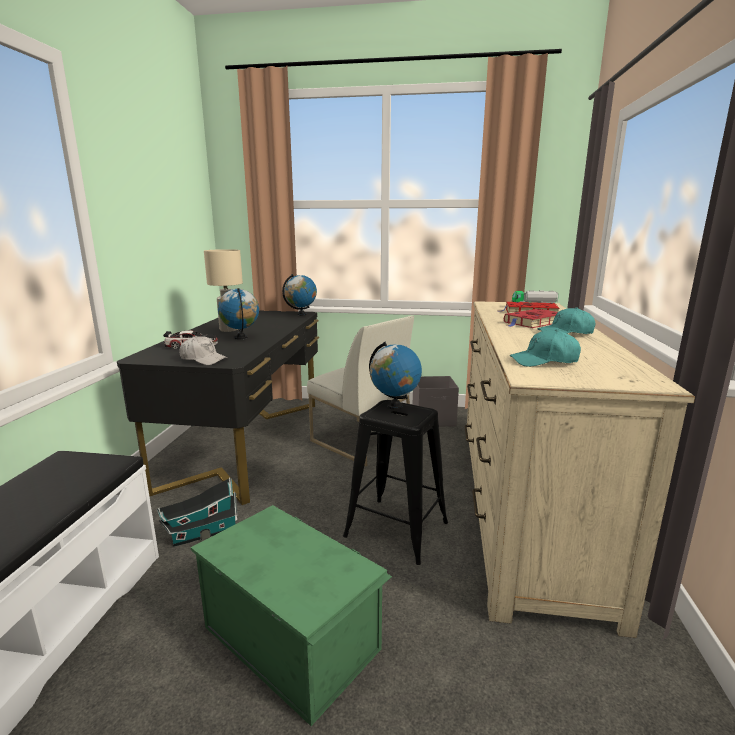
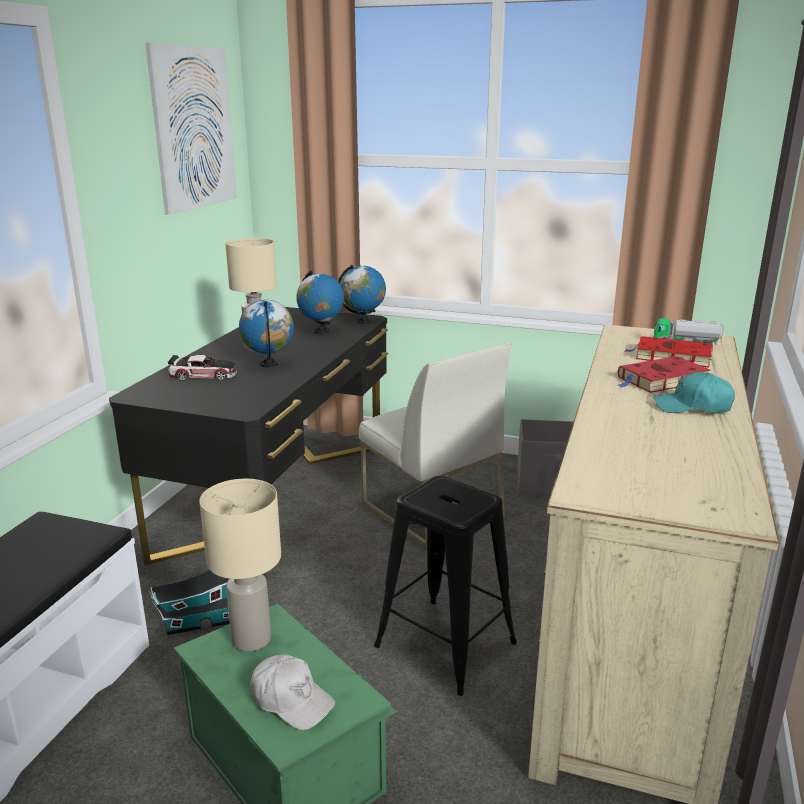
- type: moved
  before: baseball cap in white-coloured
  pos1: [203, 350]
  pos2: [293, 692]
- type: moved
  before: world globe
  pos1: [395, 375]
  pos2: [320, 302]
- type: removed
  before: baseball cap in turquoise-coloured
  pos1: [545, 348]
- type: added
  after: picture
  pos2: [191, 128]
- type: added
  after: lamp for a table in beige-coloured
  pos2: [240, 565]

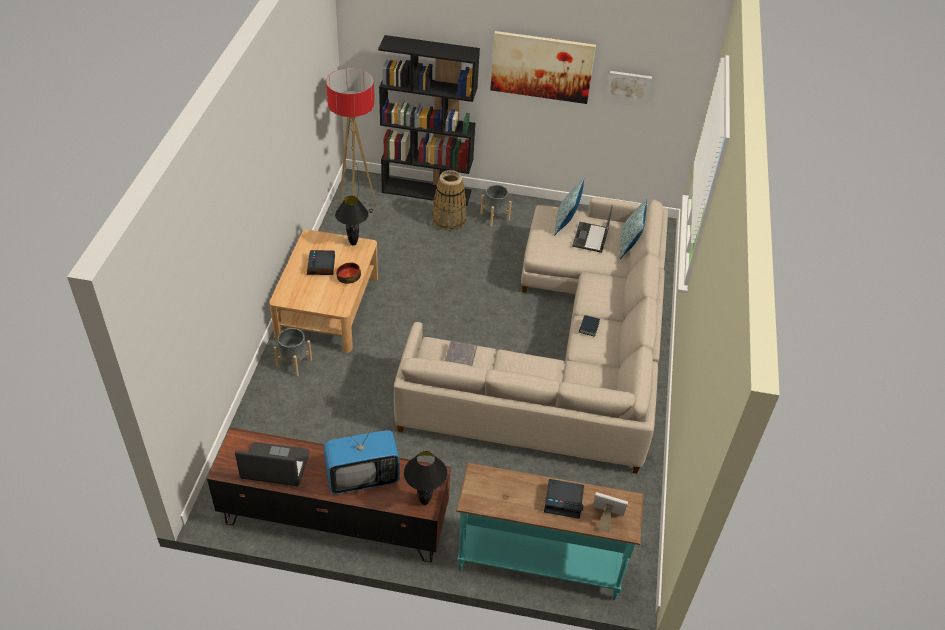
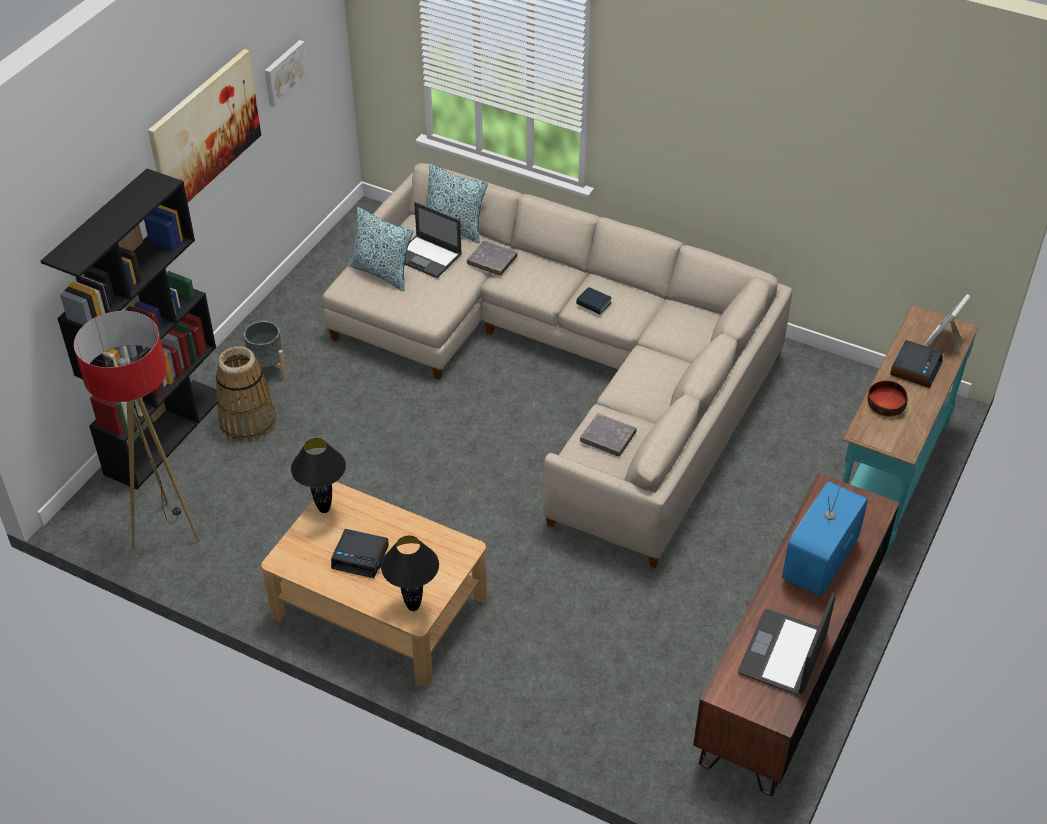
- type: removed
  before: plant pot in greyish
  pos1: [293, 352]
- type: turned
  before: television
  pos1: [362, 458]
  pos2: [825, 533]
  turn: -150
- type: moved
  before: serving bowl
  pos1: [348, 273]
  pos2: [887, 398]
- type: moved
  before: lamp for a table in black
  pos1: [425, 478]
  pos2: [410, 573]
- type: added
  after: bound book in greyish
  pos2: [492, 258]

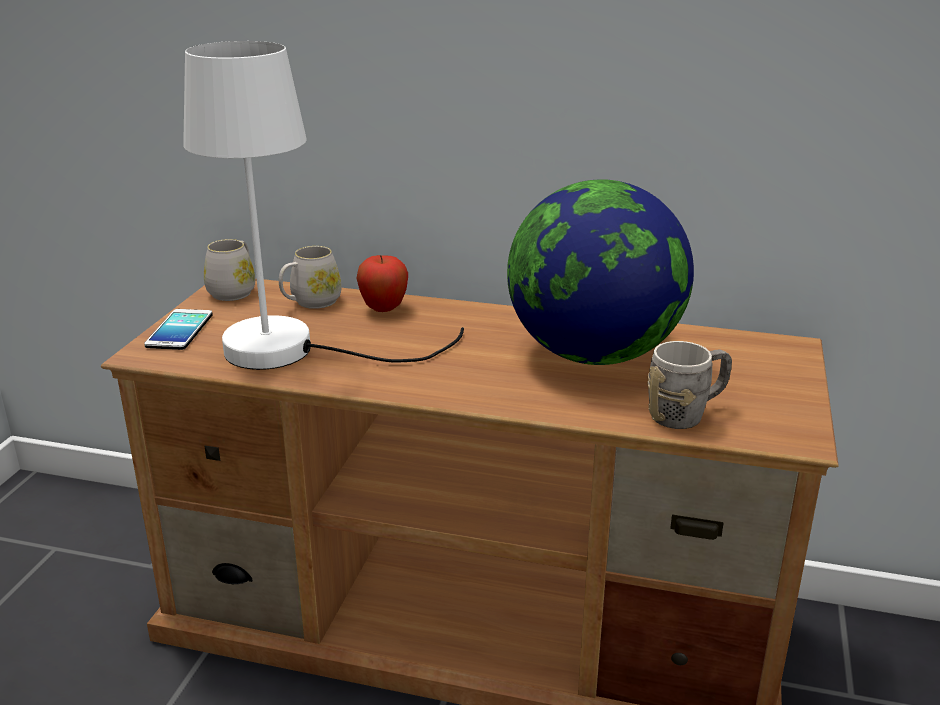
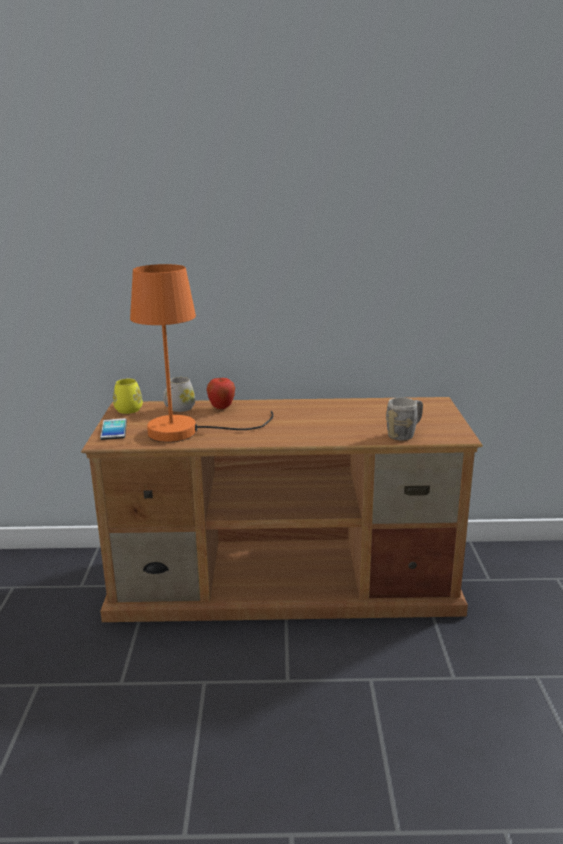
- type: recoloured
  before: lamp for a table in white-coloured
  after: lamp for a table in orange-coloured
  pos1: [323, 205]
  pos2: [201, 353]
- type: recoloured
  before: mug in white-coloured
  after: mug in yellow
  pos1: [229, 270]
  pos2: [128, 396]
- type: removed
  before: world globe
  pos1: [600, 272]

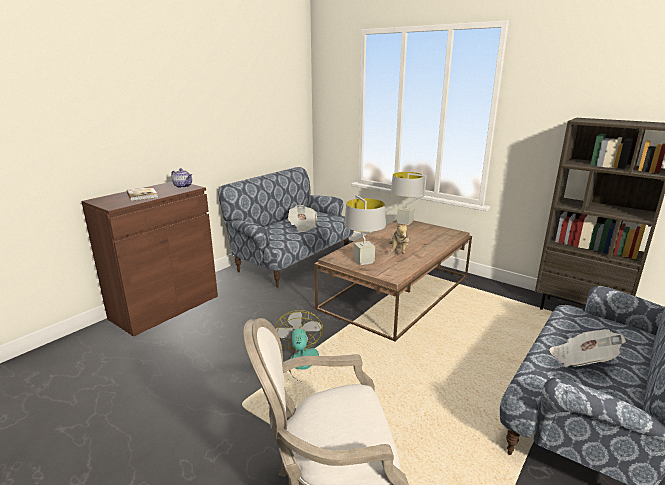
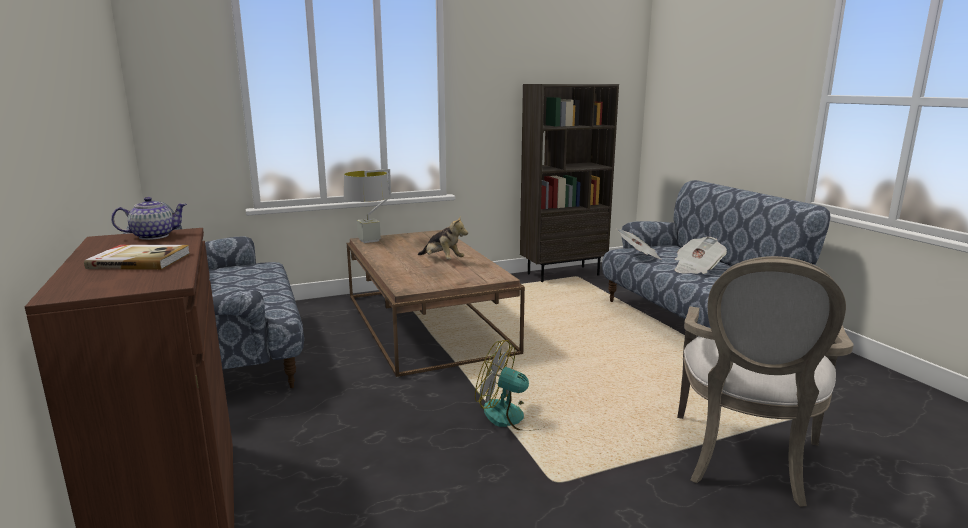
- type: moved
  before: daily paper
  pos1: [302, 218]
  pos2: [638, 244]
- type: removed
  before: lamp for a table in greyish
  pos1: [365, 230]

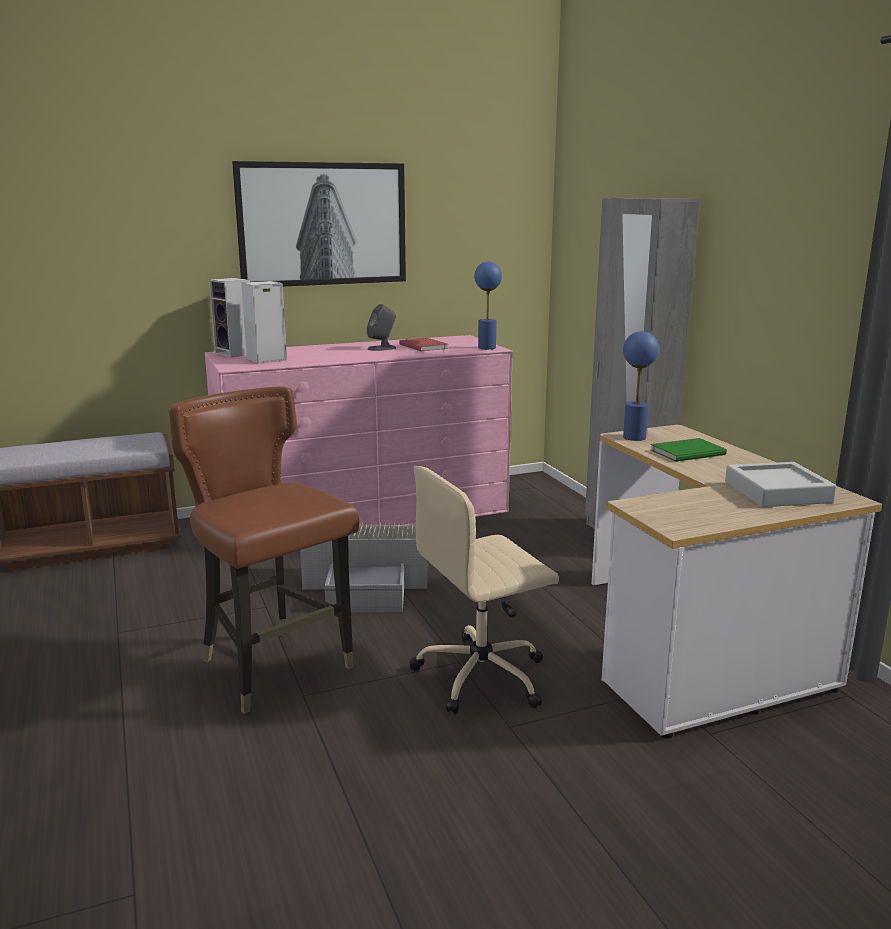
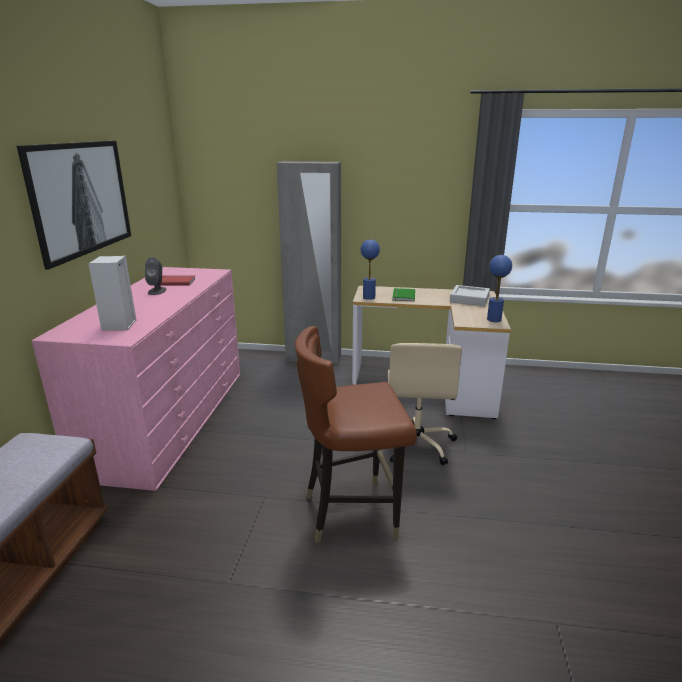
- type: removed
  before: speaker
  pos1: [229, 318]
- type: removed
  before: storage container in greyish
  pos1: [363, 567]
- type: moved
  before: lamp for a table in blue-coloured
  pos1: [488, 305]
  pos2: [499, 288]

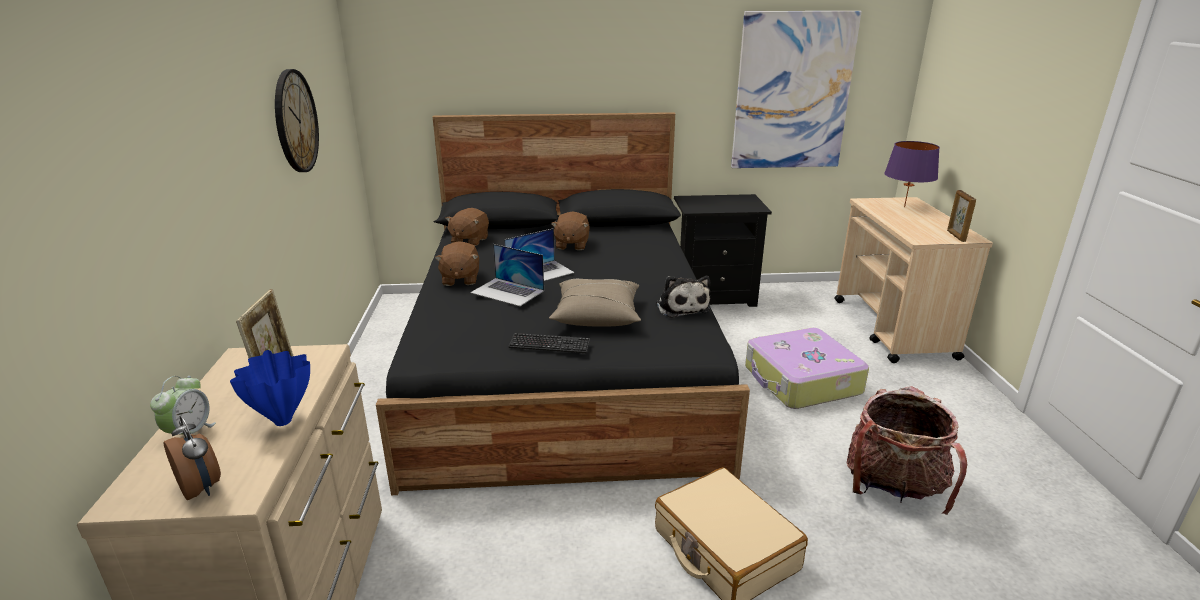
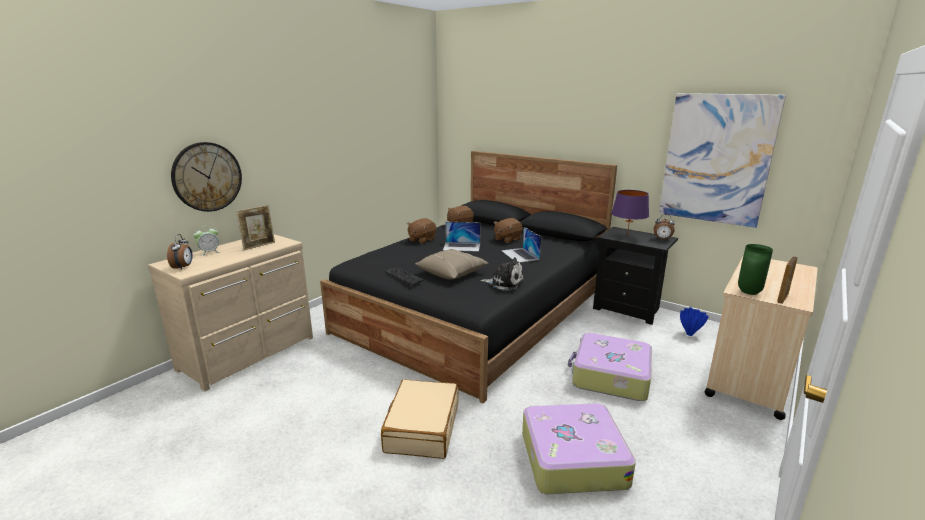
- type: moved
  before: decorative vase in blue-coloured
  pos1: [270, 388]
  pos2: [694, 321]
- type: moved
  before: clock on the wall
  pos1: [297, 120]
  pos2: [206, 177]
- type: moved
  before: portable computer
  pos1: [507, 275]
  pos2: [521, 245]
- type: turned
  before: plush toy
  pos1: [683, 297]
  pos2: [502, 274]
  turn: -90
- type: replaced
  before: rucksack
  after: travel case
  pos1: [907, 450]
  pos2: [579, 448]
- type: moved
  before: lamp for a table in purple-coloured
  pos1: [912, 174]
  pos2: [630, 213]
- type: added
  after: bedside clock
  pos2: [664, 227]
- type: added
  after: decorative vase in green-coloured
  pos2: [755, 269]

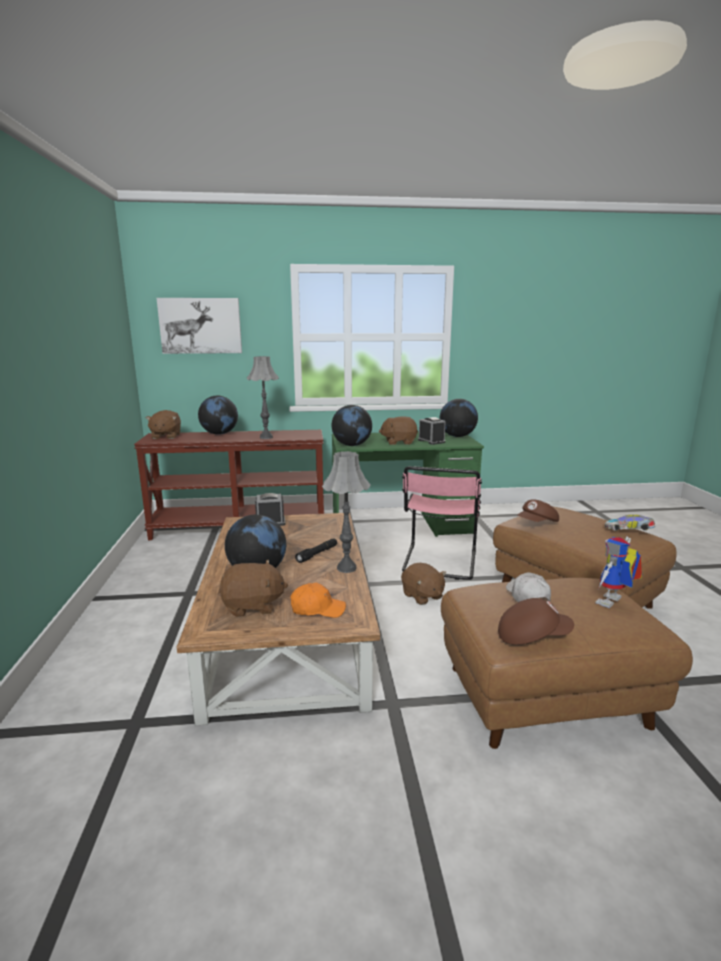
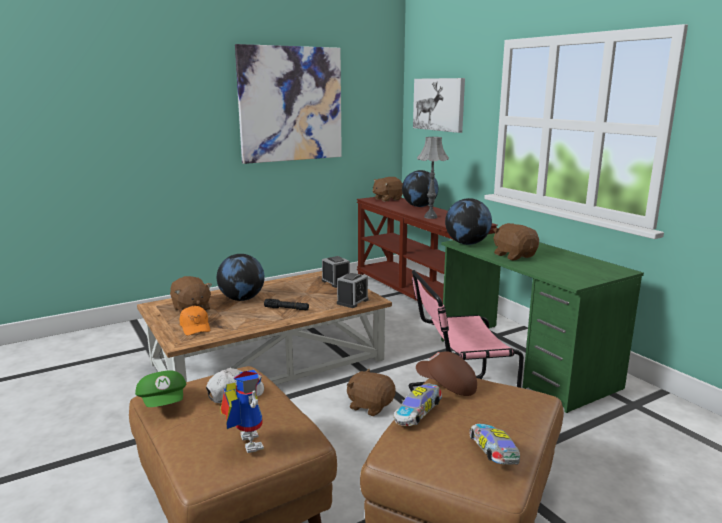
- type: removed
  before: lamp for a table in greyish
  pos1: [346, 512]
- type: turned
  before: plush toy in brown
  pos1: [423, 584]
  pos2: [371, 392]
  turn: 90
- type: moved
  before: bedside clock
  pos1: [432, 431]
  pos2: [352, 290]
- type: removed
  before: world globe
  pos1: [458, 418]
- type: recoloured
  before: baseball cap in brown
  after: baseball cap in green-coloured
  pos1: [536, 621]
  pos2: [160, 388]
- type: turned
  before: model robot
  pos1: [619, 572]
  pos2: [242, 411]
  turn: 45
- type: added
  after: picture
  pos2: [288, 104]
- type: added
  after: model car
  pos2: [418, 404]

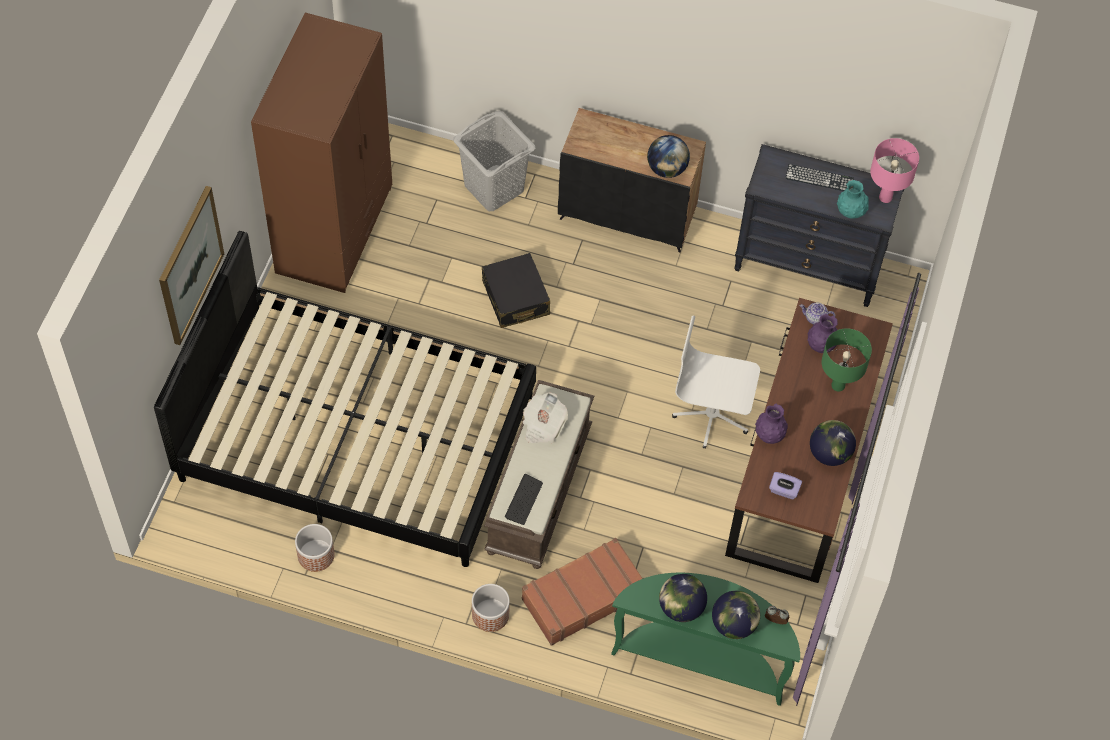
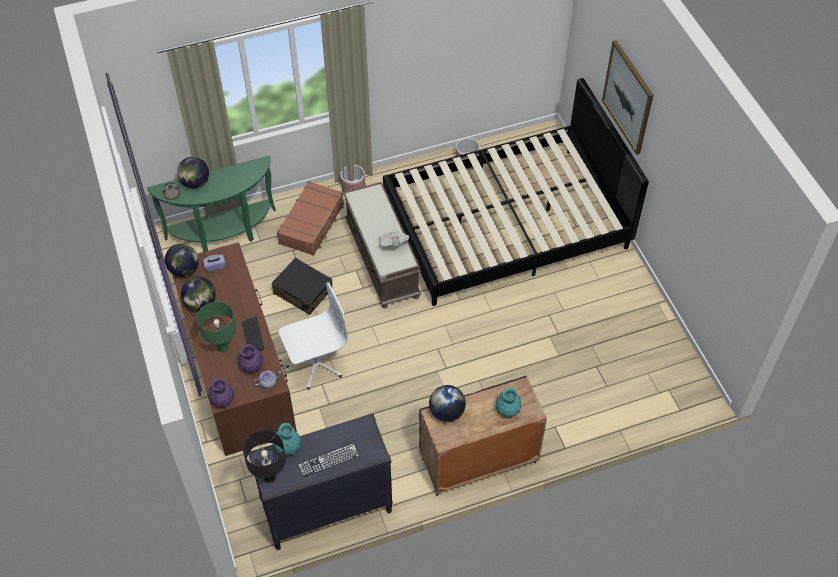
- type: removed
  before: clothes cupboard in brown
  pos1: [321, 153]
- type: removed
  before: washing basket in greyish
  pos1: [494, 161]
- type: moved
  before: travel case in black
  pos1: [516, 290]
  pos2: [302, 286]
- type: moved
  before: computer keyboard
  pos1: [524, 499]
  pos2: [253, 334]
- type: moved
  before: world globe
  pos1: [683, 598]
  pos2: [182, 260]
- type: moved
  before: decorative vase in purple-coloured
  pos1: [771, 424]
  pos2: [221, 392]
- type: recoloured
  before: lamp for a table in pink
  after: lamp for a table in black
  pos1: [894, 170]
  pos2: [264, 456]
- type: added
  after: decorative vase in turquoise-coloured
  pos2: [509, 402]

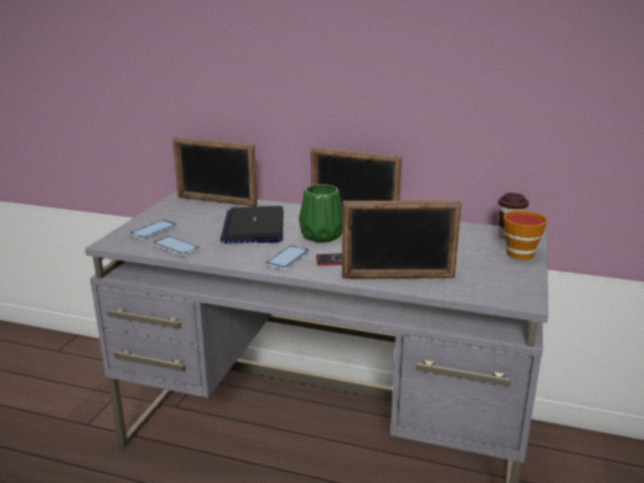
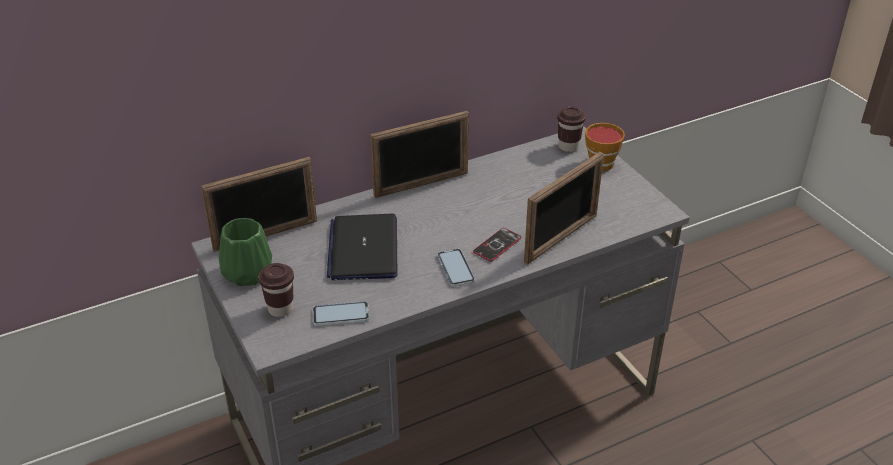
- type: replaced
  before: telephone
  after: drinking cup in brown
  pos1: [153, 229]
  pos2: [276, 290]
- type: turned
  before: portable computer
  pos1: [251, 225]
  pos2: [362, 247]
  turn: 45
- type: moved
  before: decorative vase in green-coloured
  pos1: [321, 213]
  pos2: [245, 252]

